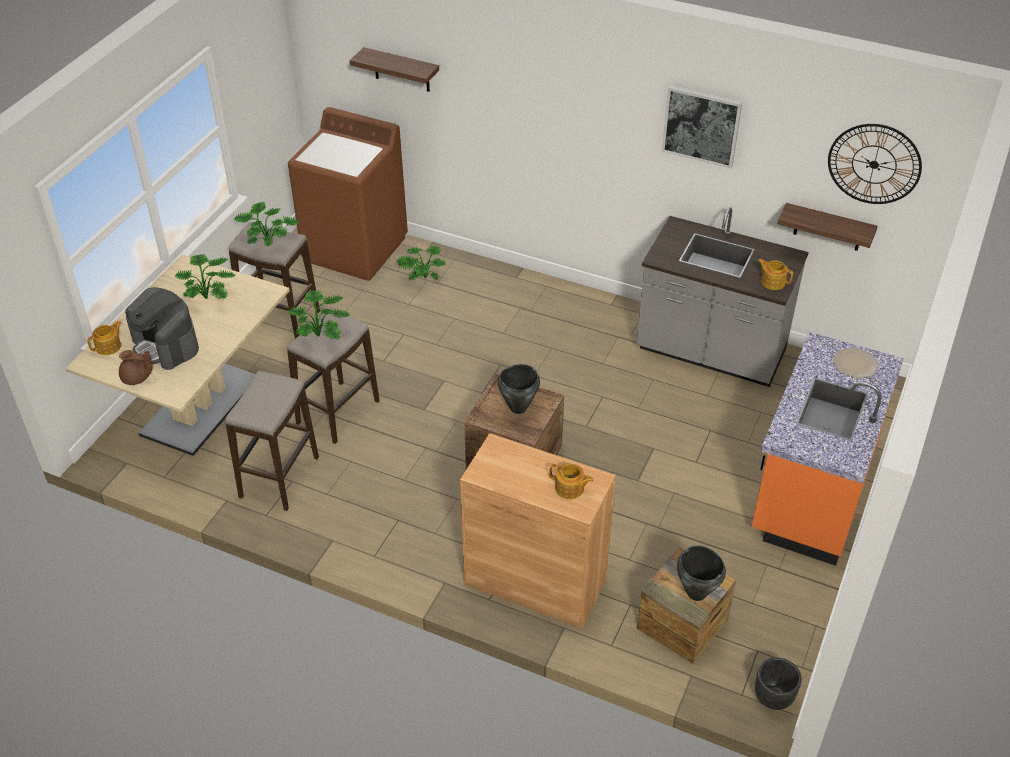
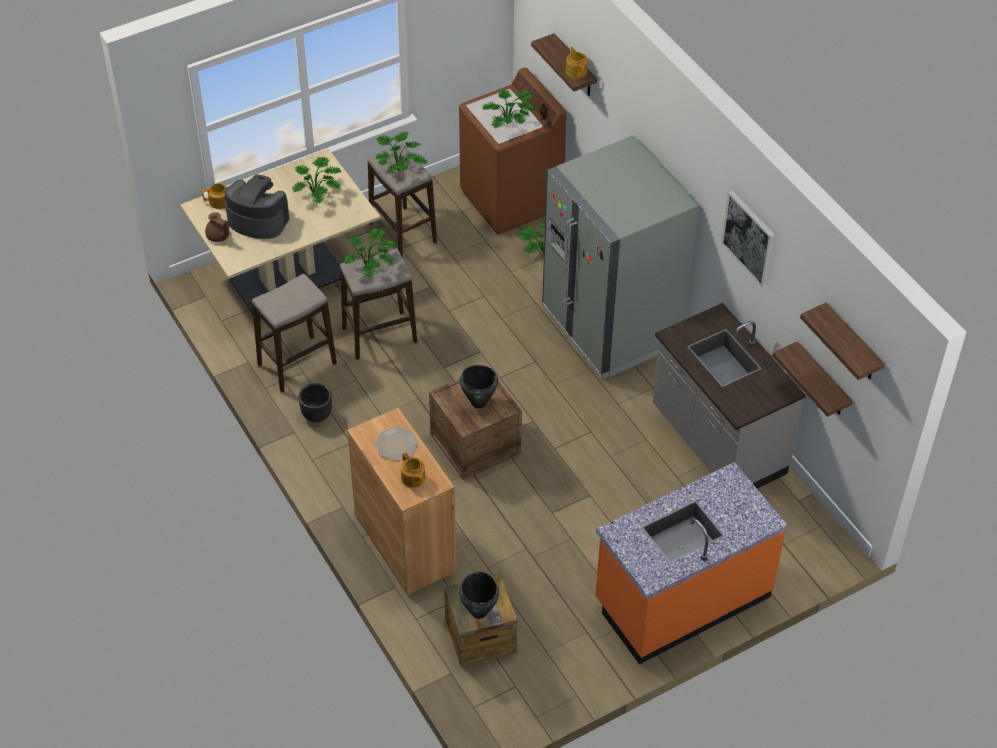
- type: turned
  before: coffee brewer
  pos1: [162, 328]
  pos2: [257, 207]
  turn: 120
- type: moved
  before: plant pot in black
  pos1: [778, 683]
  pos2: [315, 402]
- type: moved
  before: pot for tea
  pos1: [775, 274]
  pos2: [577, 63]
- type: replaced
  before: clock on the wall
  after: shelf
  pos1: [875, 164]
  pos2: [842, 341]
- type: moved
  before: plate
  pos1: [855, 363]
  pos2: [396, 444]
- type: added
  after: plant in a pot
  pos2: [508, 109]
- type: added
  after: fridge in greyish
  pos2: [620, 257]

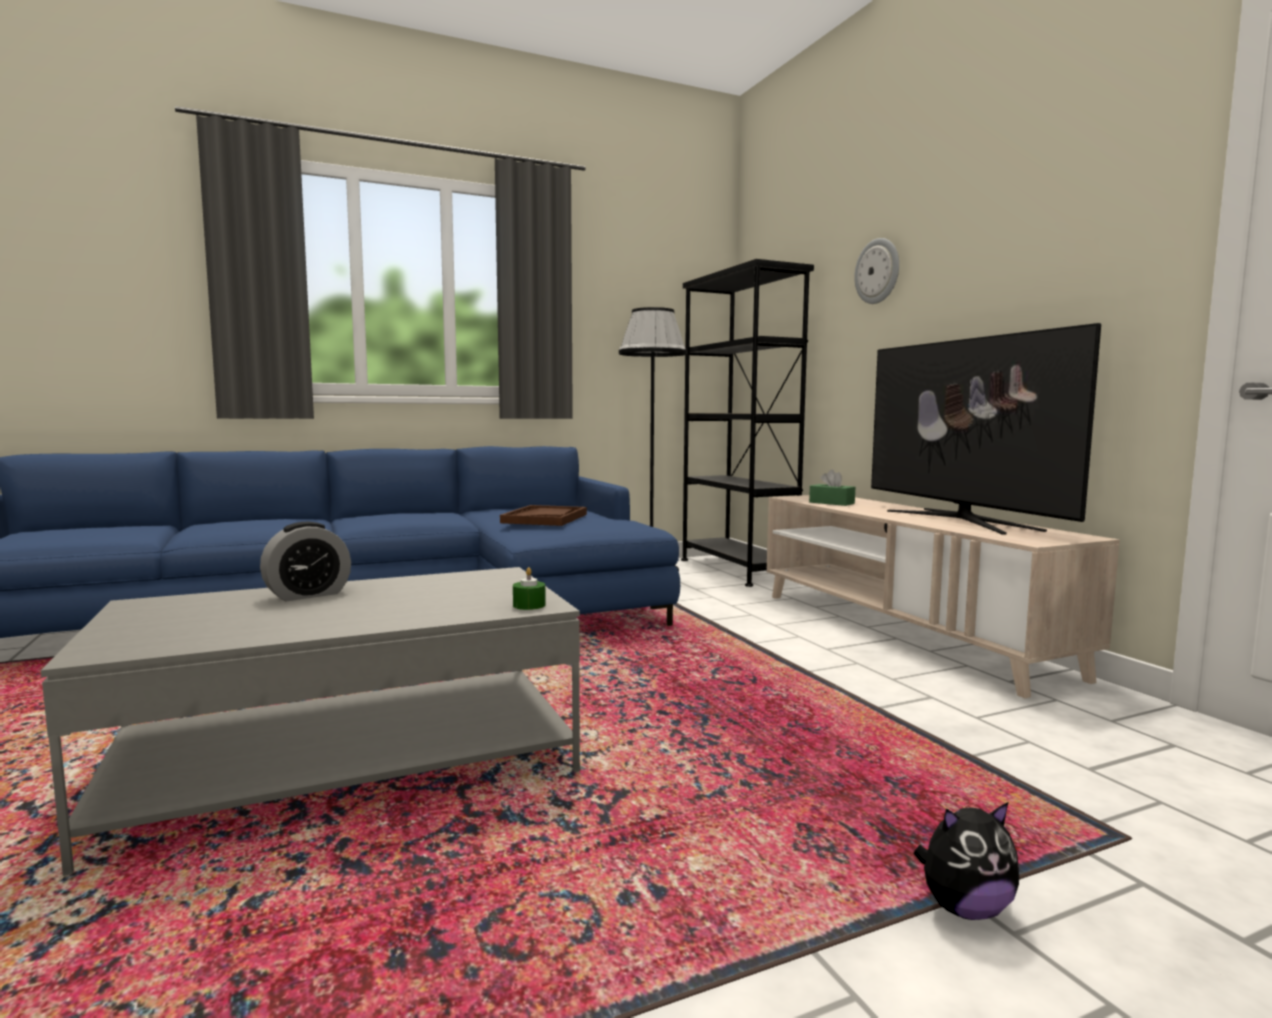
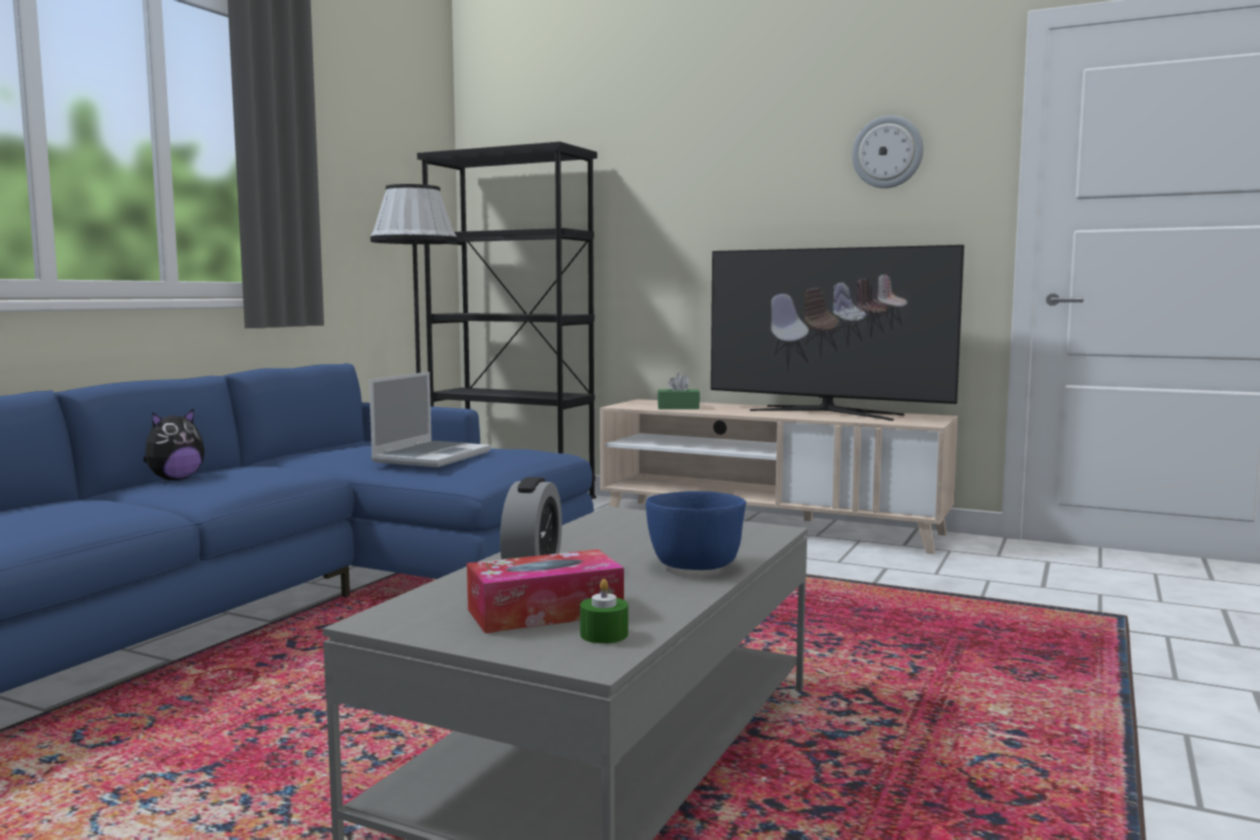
- type: replaced
  before: tray in brown
  after: portable computer
  pos1: [543, 515]
  pos2: [430, 419]
- type: moved
  before: wax light in green-coloured
  pos1: [529, 588]
  pos2: [604, 611]
- type: moved
  before: clock on the wall
  pos1: [876, 271]
  pos2: [888, 151]
- type: moved
  before: plush toy
  pos1: [966, 861]
  pos2: [174, 444]
- type: added
  after: box of tissues
  pos2: [545, 591]
- type: added
  after: serving bowl in blue-coloured
  pos2: [696, 530]

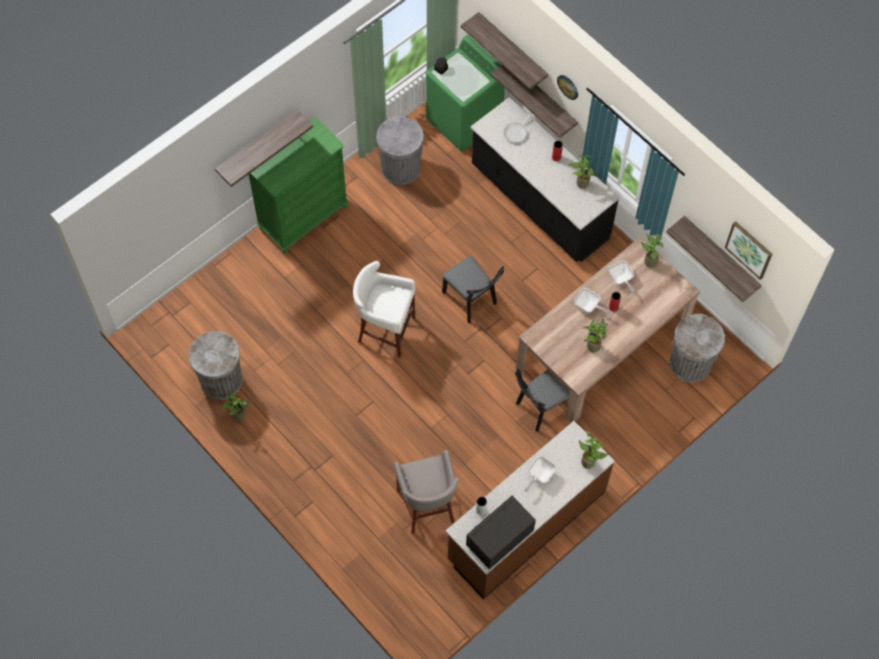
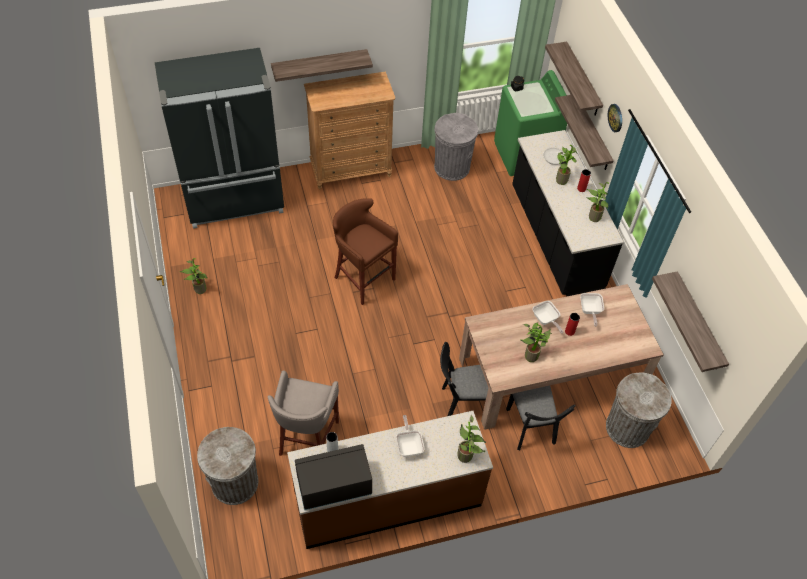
- type: moved
  before: waste bin in greyish
  pos1: [215, 365]
  pos2: [227, 466]
- type: recoloured
  before: drawer chest in green-coloured
  after: drawer chest in brown
  pos1: [298, 185]
  pos2: [349, 130]
- type: recoloured
  before: stool seat in white-coloured
  after: stool seat in brown
  pos1: [384, 309]
  pos2: [365, 251]
- type: moved
  before: chair in black
  pos1: [473, 289]
  pos2: [541, 418]
- type: turned
  before: frying pan
  pos1: [541, 474]
  pos2: [410, 436]
  turn: 105
- type: moved
  before: plant in a pot
  pos1: [652, 250]
  pos2: [566, 165]
- type: removed
  before: picture
  pos1: [748, 250]
- type: added
  after: fridge in black
  pos2: [219, 138]

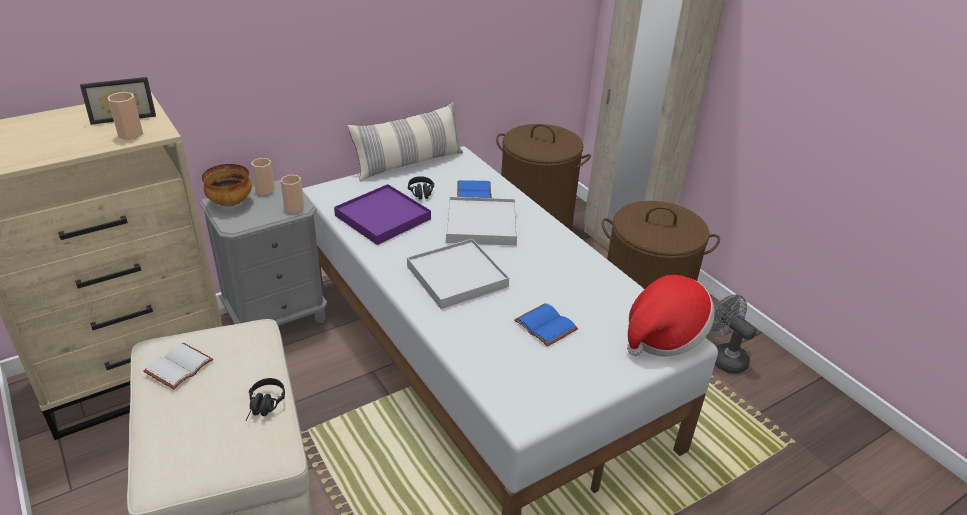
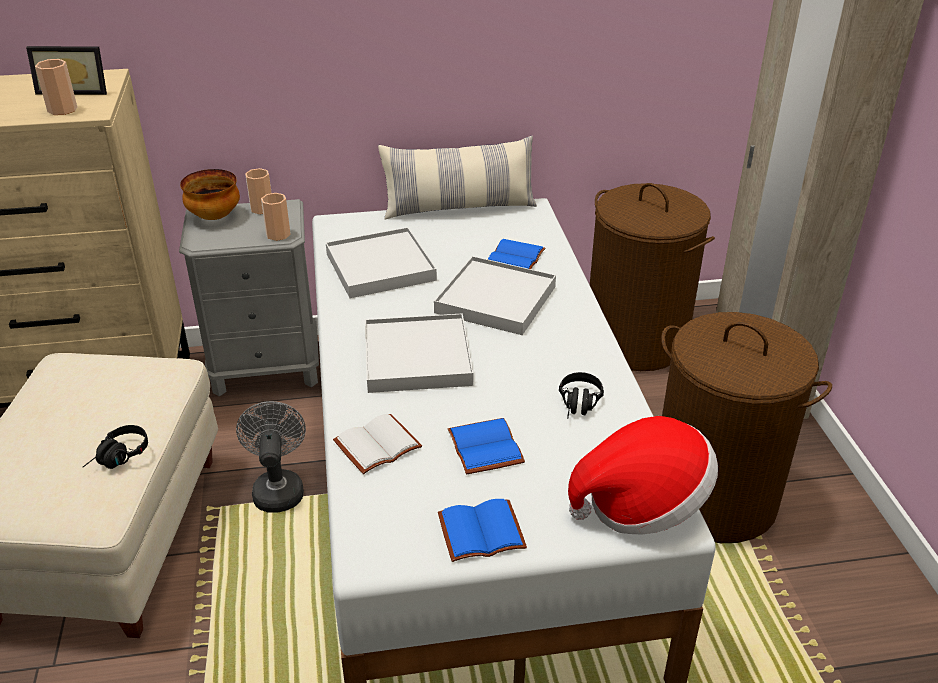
- type: moved
  before: bound book in white-coloured
  pos1: [178, 366]
  pos2: [377, 444]
- type: recoloured
  before: tray in purple-coloured
  after: tray in white-coloured
  pos1: [382, 214]
  pos2: [381, 262]
- type: moved
  before: headset in black
  pos1: [421, 188]
  pos2: [581, 395]
- type: moved
  before: electric fan in greyish
  pos1: [733, 334]
  pos2: [271, 456]
- type: added
  after: bound book in blue-coloured
  pos2: [482, 530]

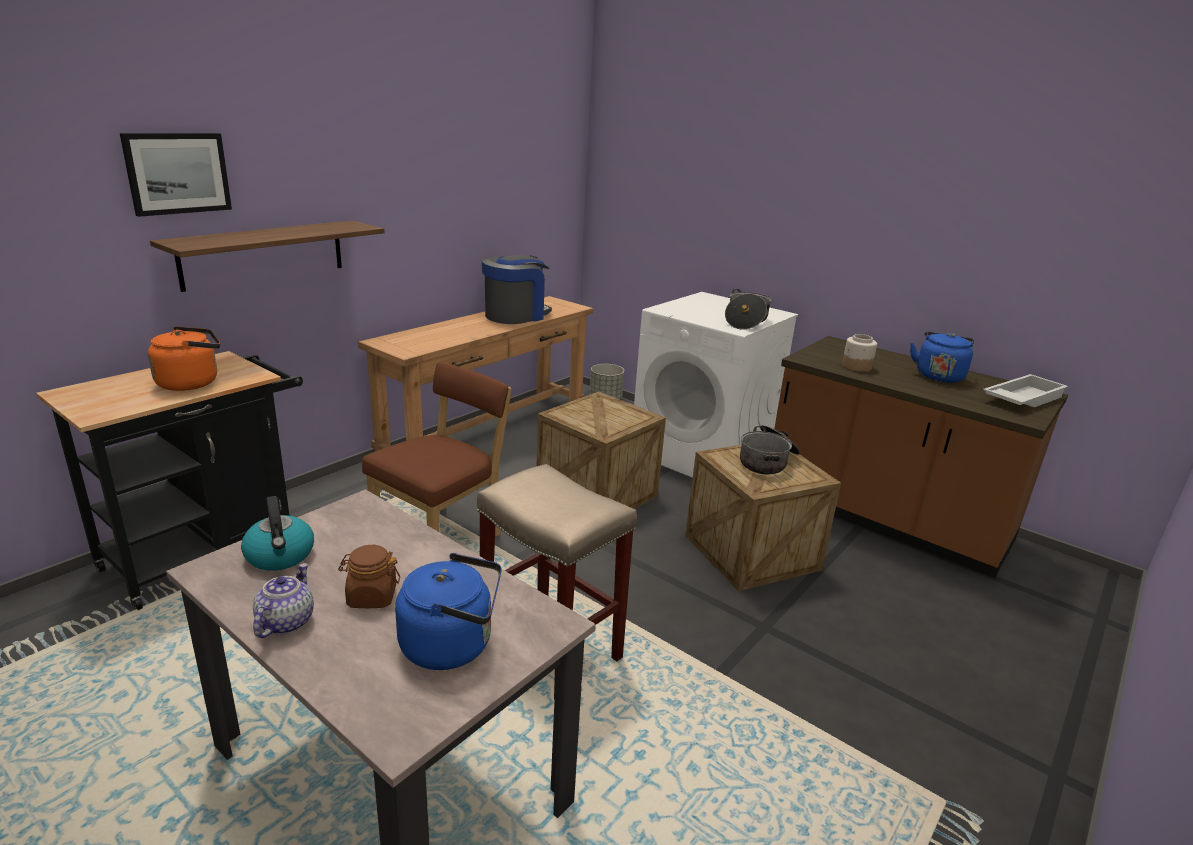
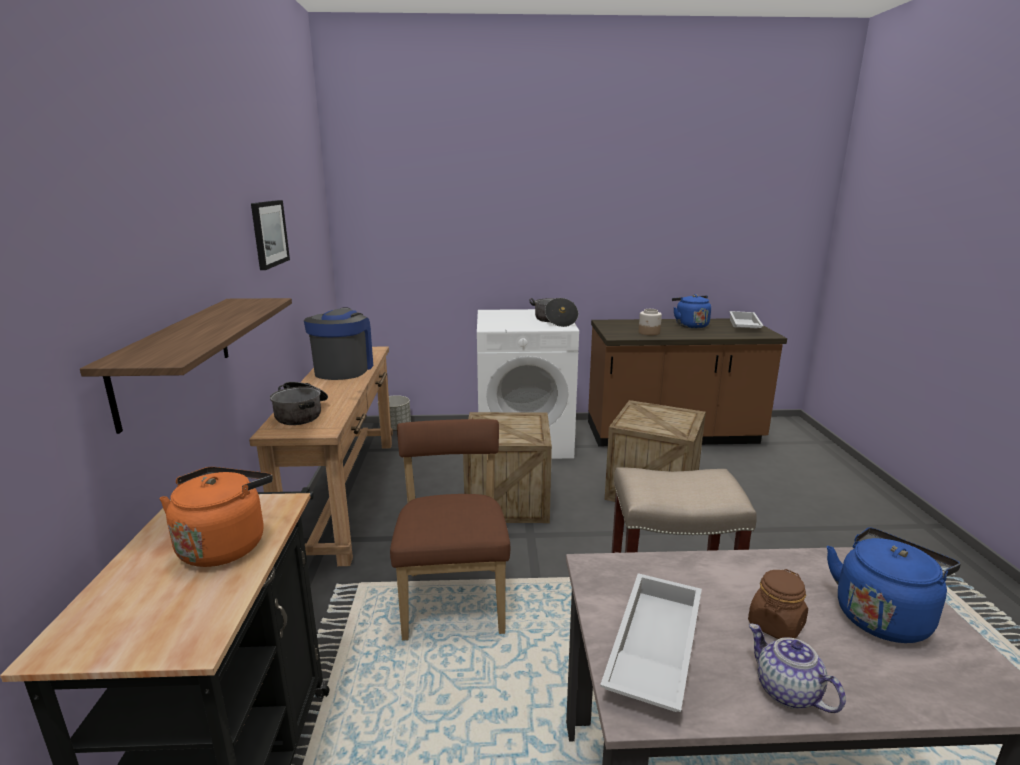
- type: moved
  before: picture
  pos1: [176, 175]
  pos2: [270, 235]
- type: replaced
  before: kettle
  after: tray in white-coloured
  pos1: [277, 533]
  pos2: [651, 642]
- type: moved
  before: cooking pot
  pos1: [770, 449]
  pos2: [299, 403]

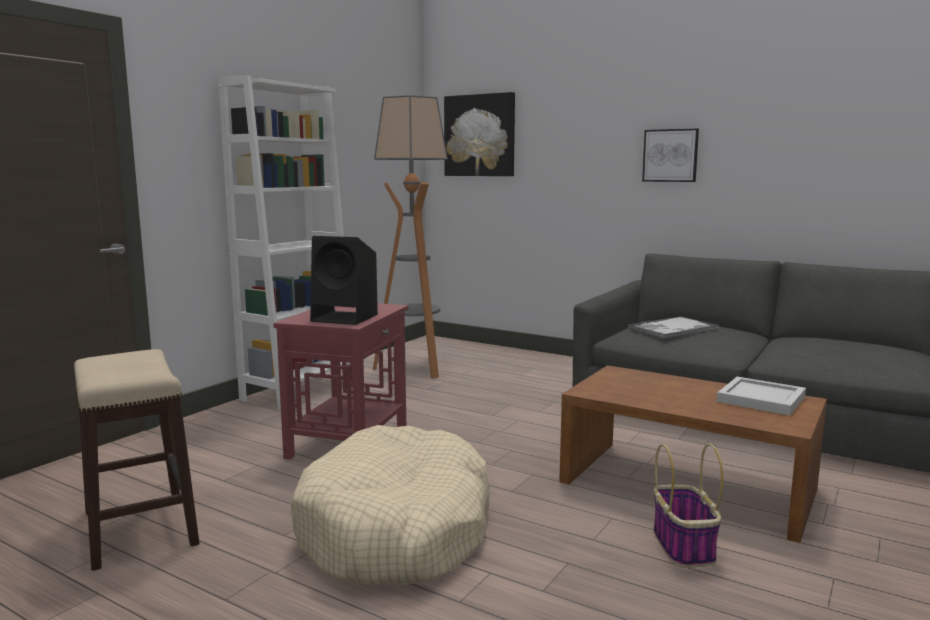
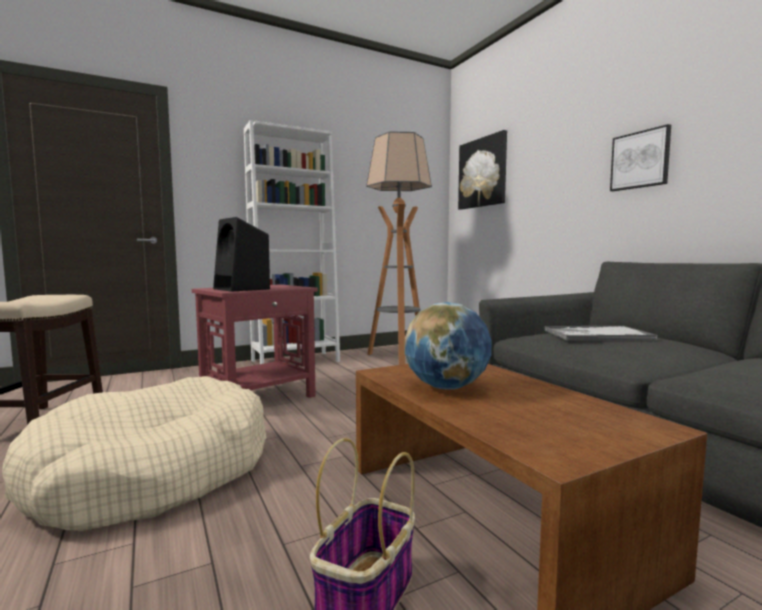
- type: removed
  before: tray in white-coloured
  pos1: [761, 396]
- type: added
  after: world globe
  pos2: [448, 346]

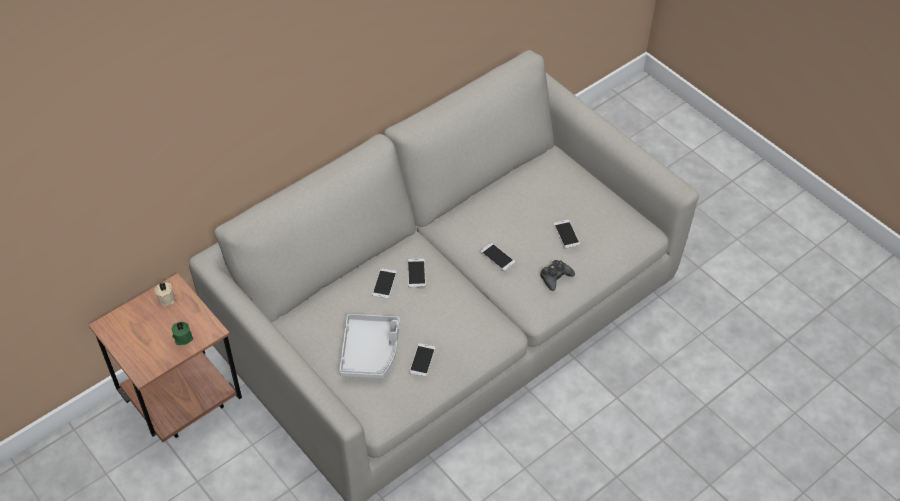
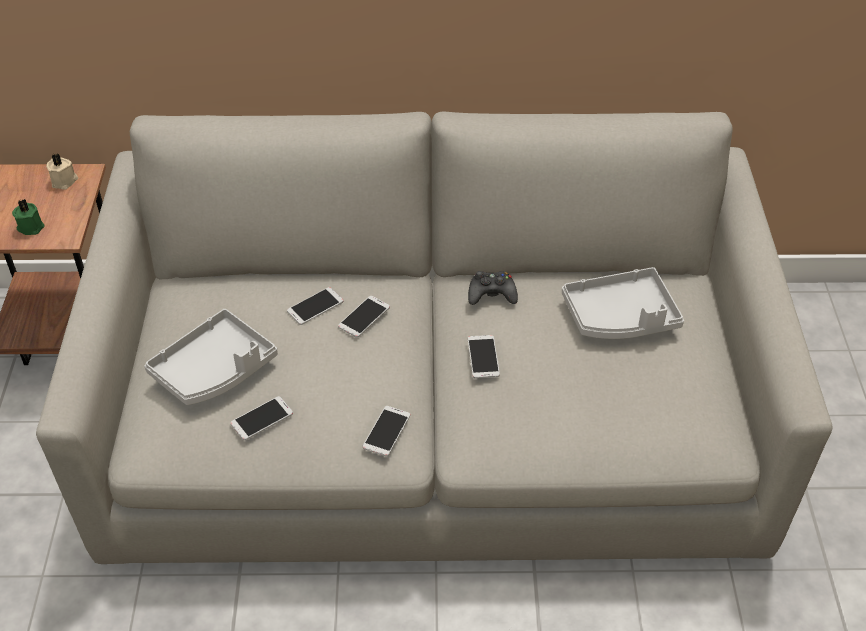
- type: moved
  before: gamepad in black
  pos1: [557, 275]
  pos2: [493, 288]
- type: moved
  before: telephone
  pos1: [567, 234]
  pos2: [386, 431]
- type: added
  after: tray in greyish
  pos2: [623, 303]

